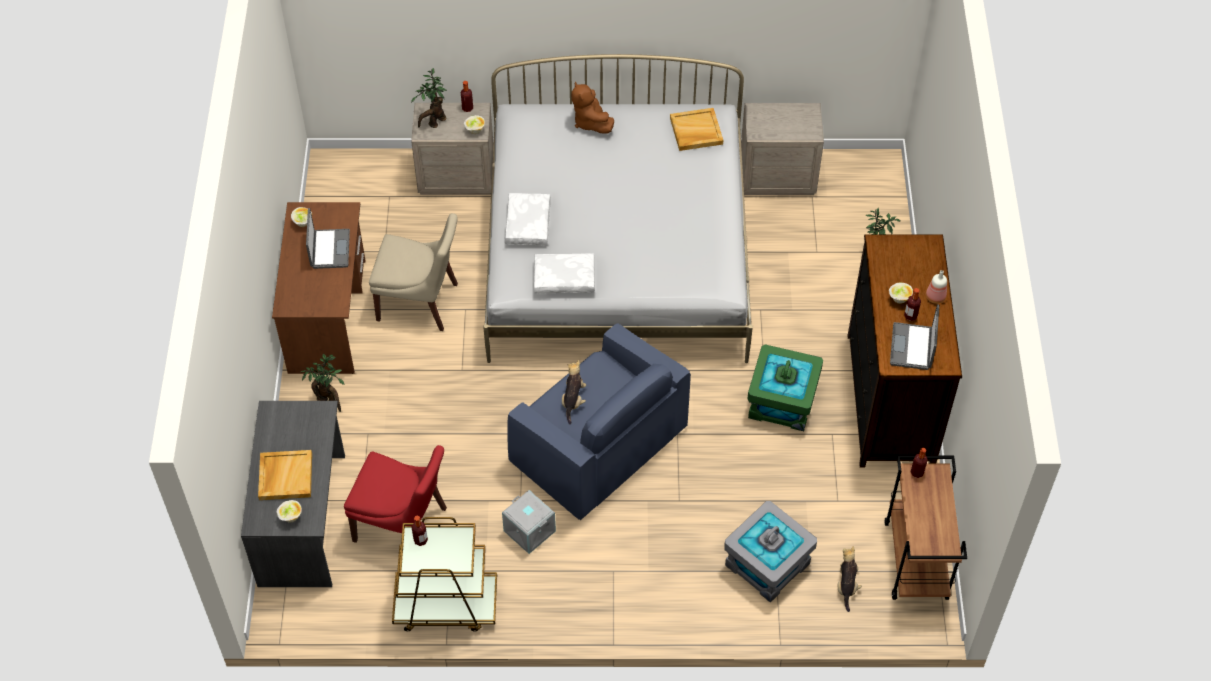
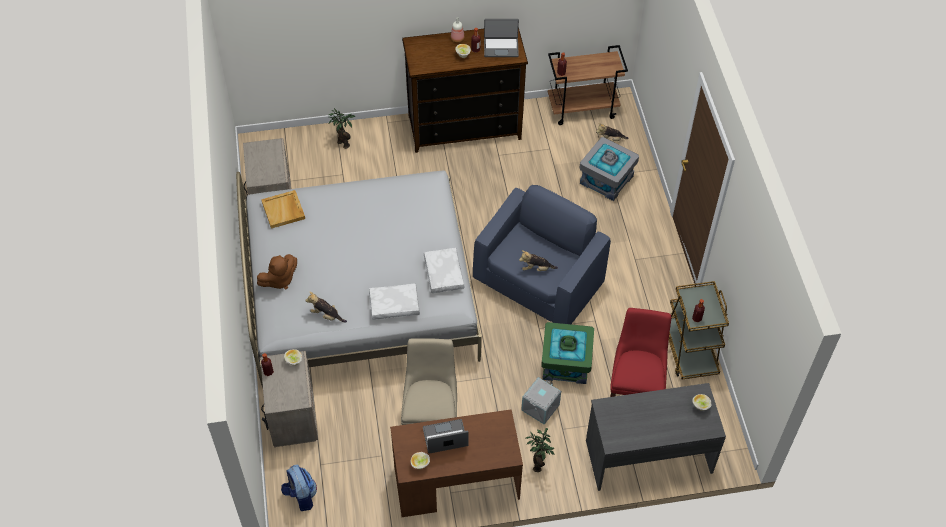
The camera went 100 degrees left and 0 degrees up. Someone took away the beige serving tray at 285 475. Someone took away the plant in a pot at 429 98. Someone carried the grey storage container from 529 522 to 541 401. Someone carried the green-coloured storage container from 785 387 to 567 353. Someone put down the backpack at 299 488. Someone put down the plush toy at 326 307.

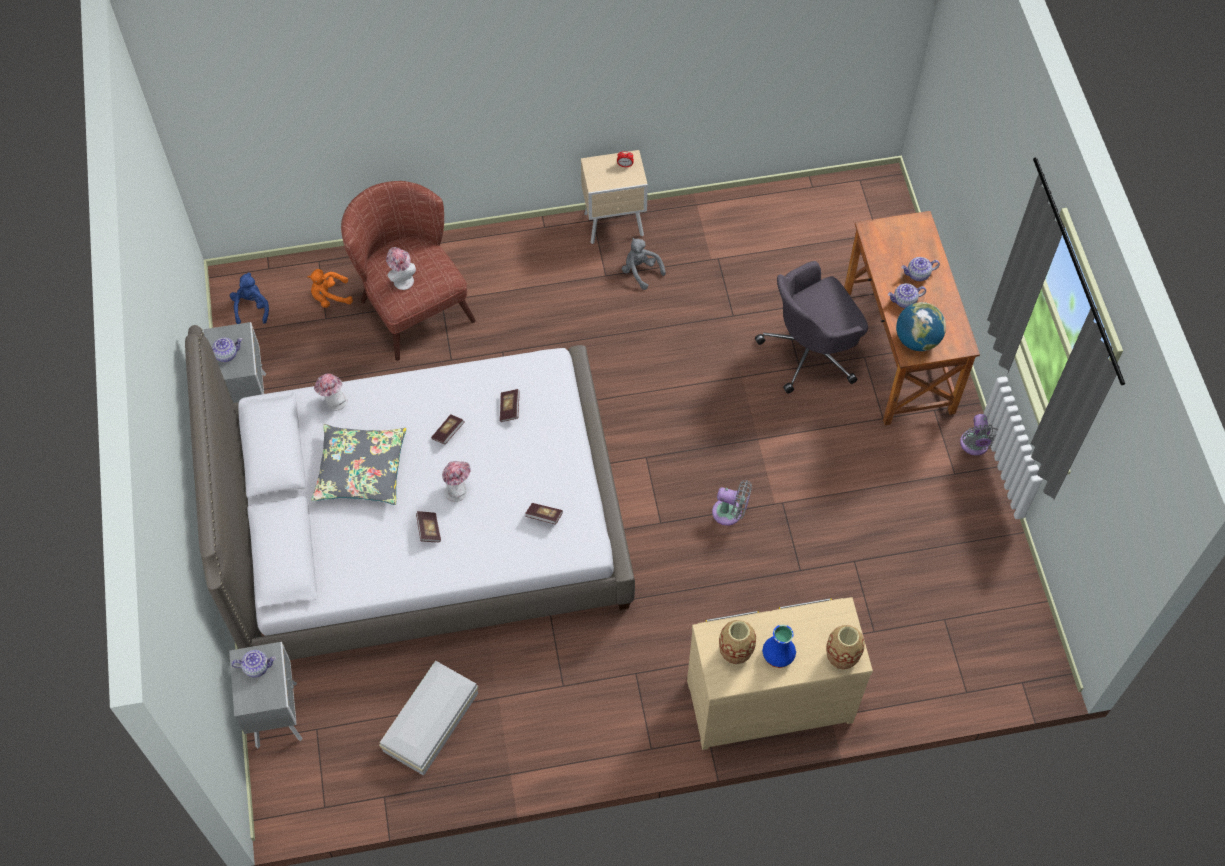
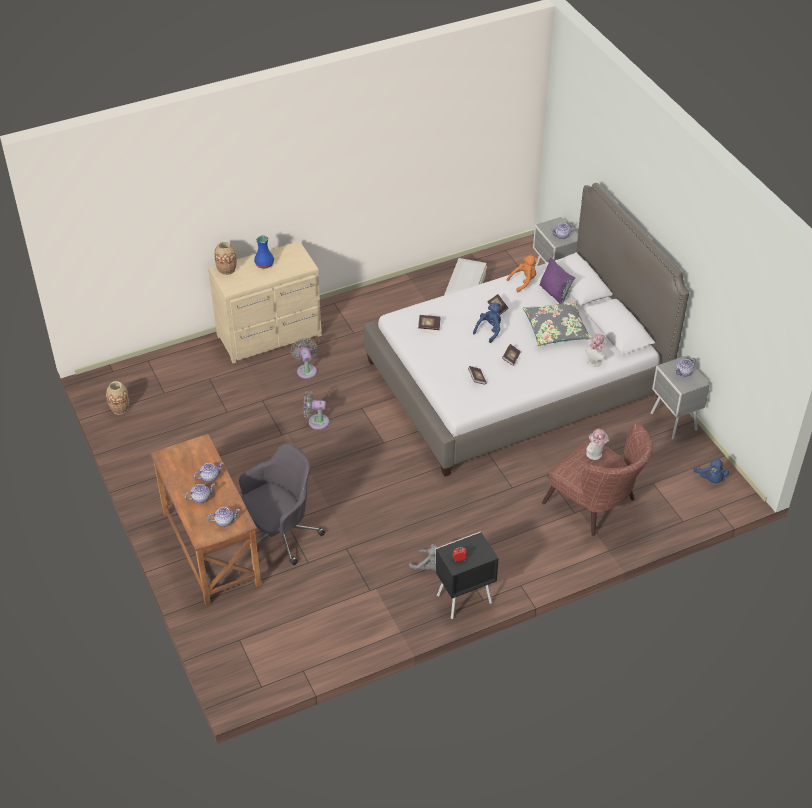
The camera went 165 degrees right and 15 degrees down. Someone carried the orange-coloured plush toy from 330 288 to 521 273. Someone swapped the hat at 456 481 for the bluish plush toy at 487 322. Someone repainted the beige nightstand at 614 197, which became the blackish nightstand at 467 575. Someone carried the flower vase from 737 642 to 117 398. Someone took away the desk globe at 921 326. Someone carried the grey electric fan from 979 434 to 304 358. Someone put down the pot for tea at 224 517. Someone put down the purple pillow at 557 280.

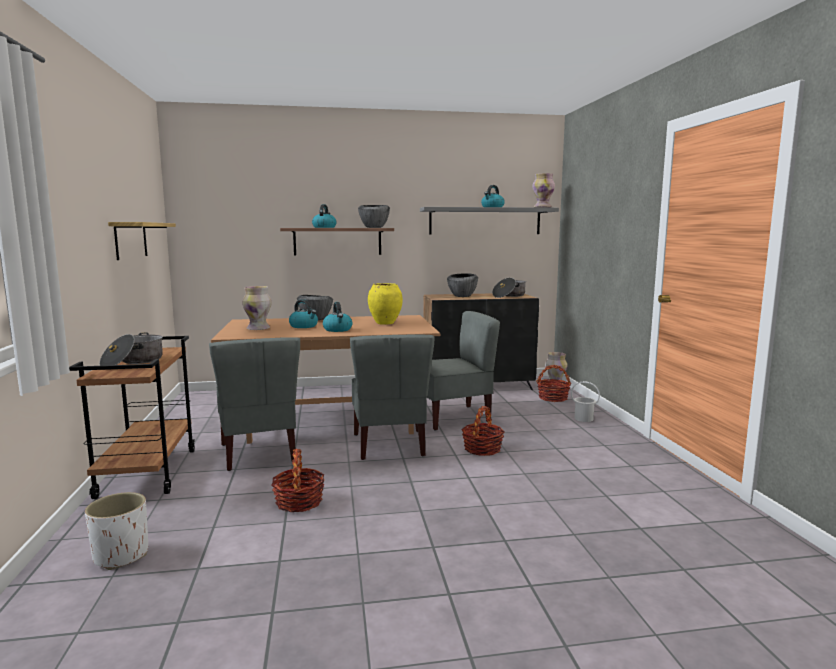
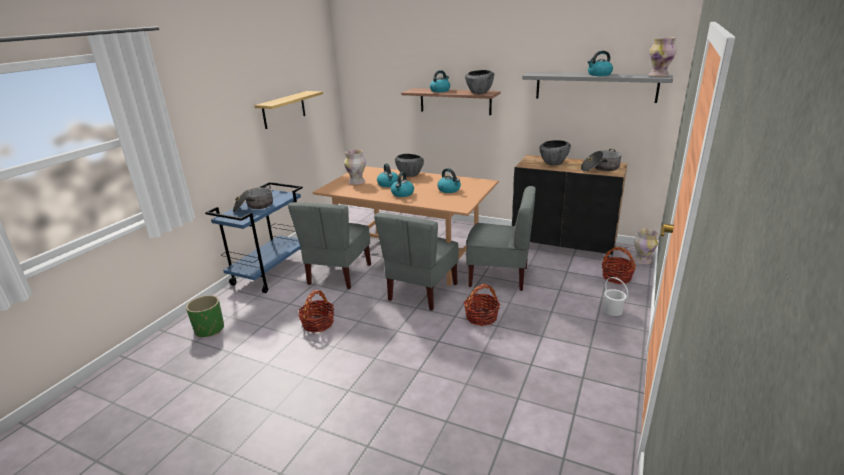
The camera went 35 degrees right and 15 degrees up. Someone repainted the brown-coloured cart at 132 417, which became the bluish cart at 254 237. Someone repainted the white-coloured flower pot at 116 531, which became the green-coloured flower pot at 205 316. Someone swapped the yellow-coloured flower vase at 385 304 for the water kettle at 449 180.

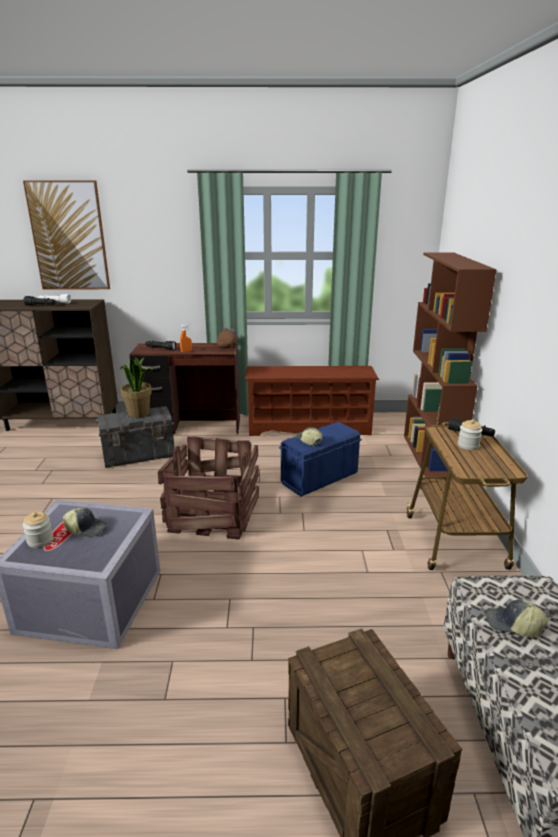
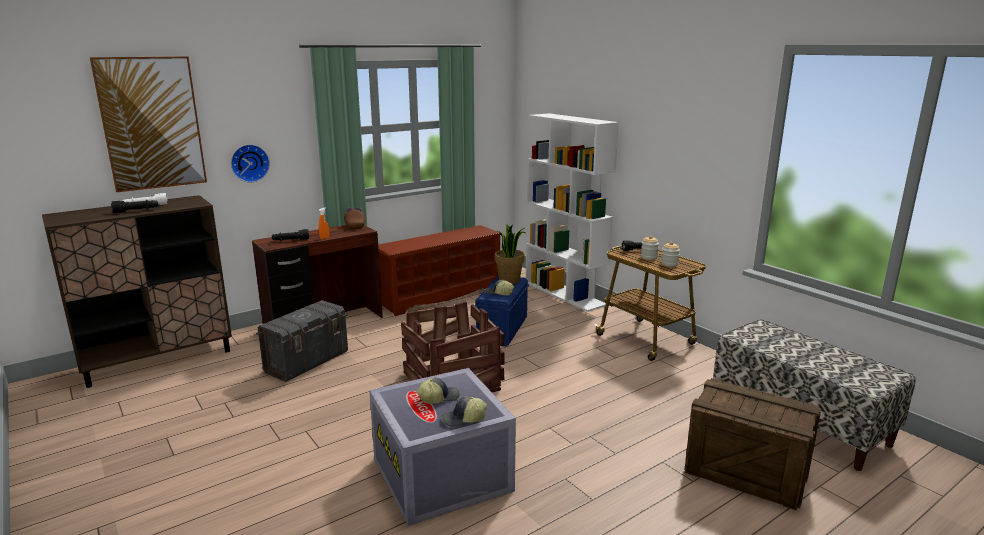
The camera went 35 degrees left and 5 degrees down. Someone carried the preserve jar from 38 530 to 670 254. Someone carried the plant in a pot from 136 387 to 510 254. Someone repainted the brown-coloured bookshelf at 450 367, which became the white-coloured bookshelf at 572 212. Someone carried the cap from 517 618 to 464 412. Someone put up the clock on the wall at 250 163.

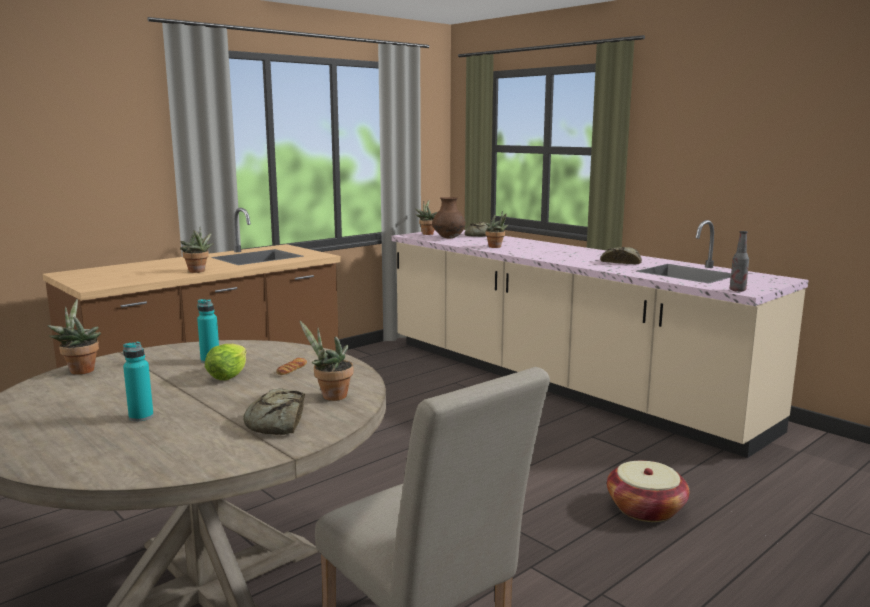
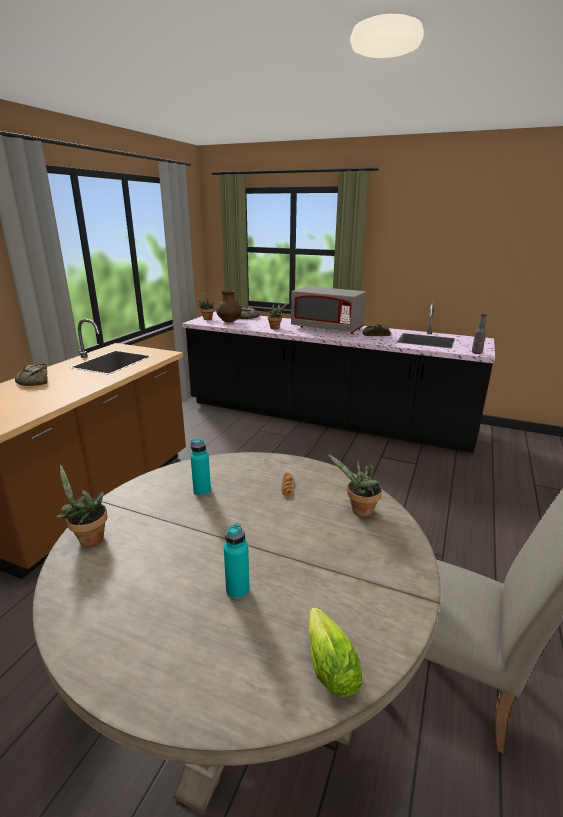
The camera went 25 degrees left and 10 degrees up. Someone took away the plant in a pot at 197 250. Someone carried the lettuce from 225 362 to 336 652. Someone carried the bread from 274 411 to 31 375. Someone repainted the beige counter at 600 339, which became the blackish counter at 338 378. Someone took away the household basket at 648 491. Someone put down the grey kitchen microwave at 328 310.

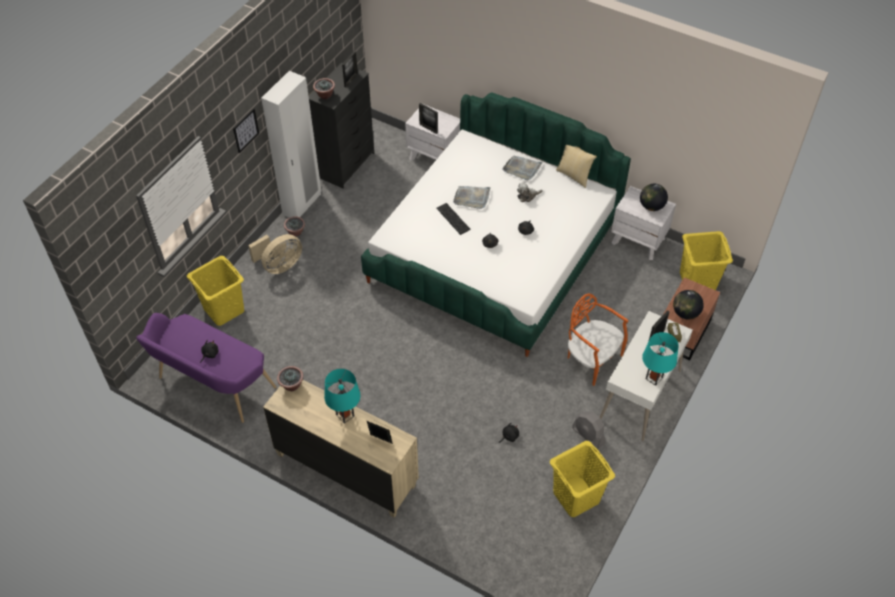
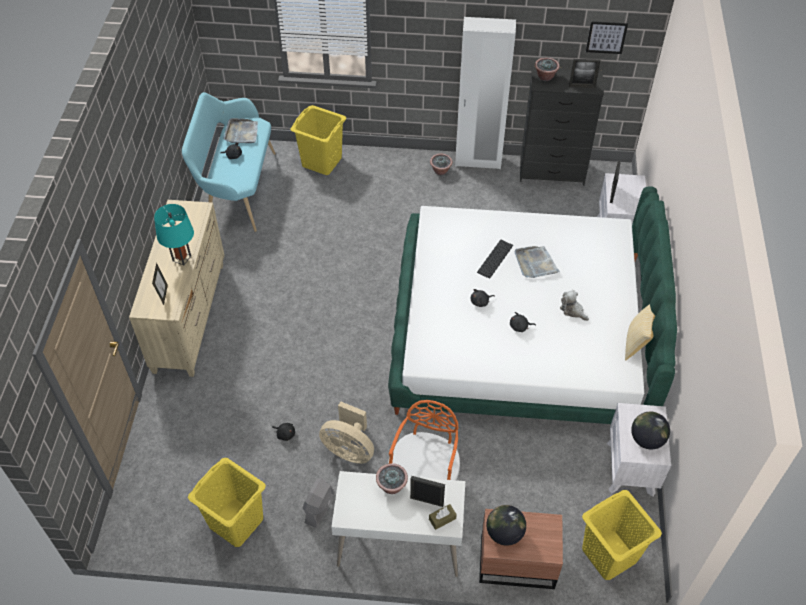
The camera went 65 degrees right and 0 degrees up. Someone repainted the purple indoor bench at 206 368, which became the turquoise-coloured indoor bench at 229 162. Someone carried the wall art from 246 130 to 607 37. Someone carried the beige electric fan from 275 254 to 346 432. Someone carried the plant in a pot from 290 378 to 392 478. Someone carried the grey serving tray from 522 167 to 240 130. Someone took away the turquoise-coloured tabletop lamp at 660 359.

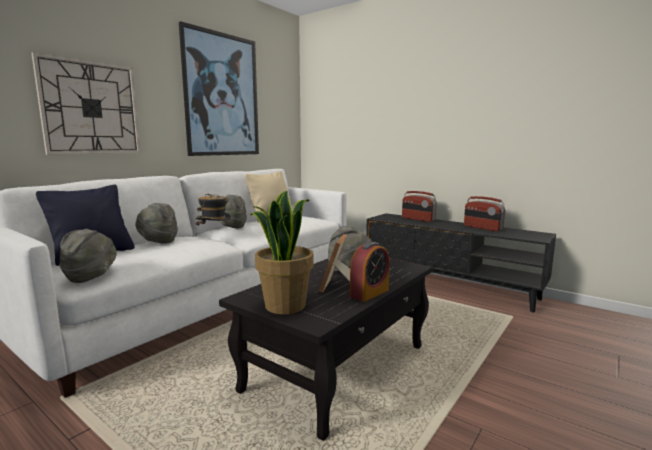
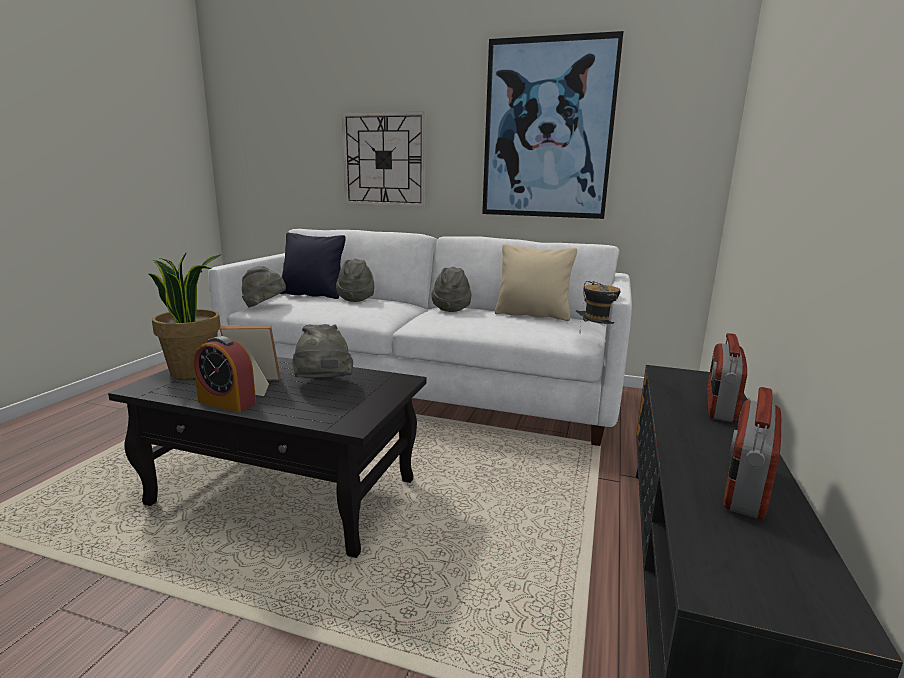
The camera went 70 degrees right and 5 degrees up. Someone carried the hat from 213 215 to 598 302.

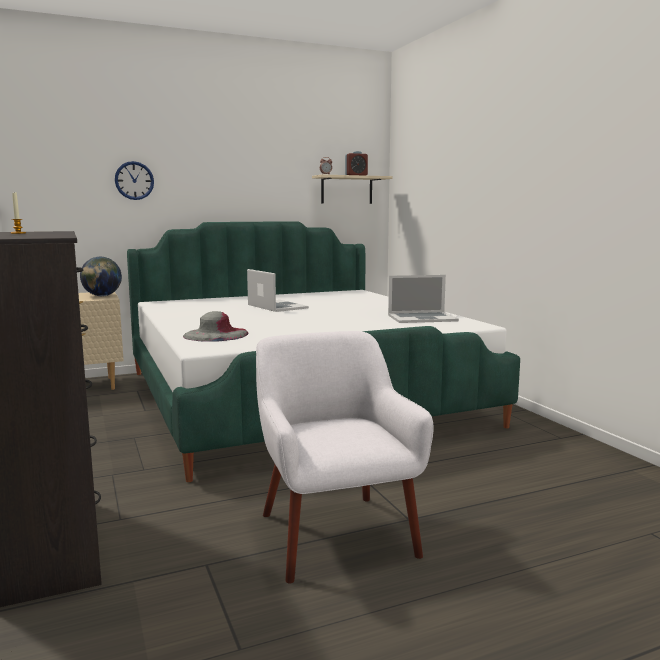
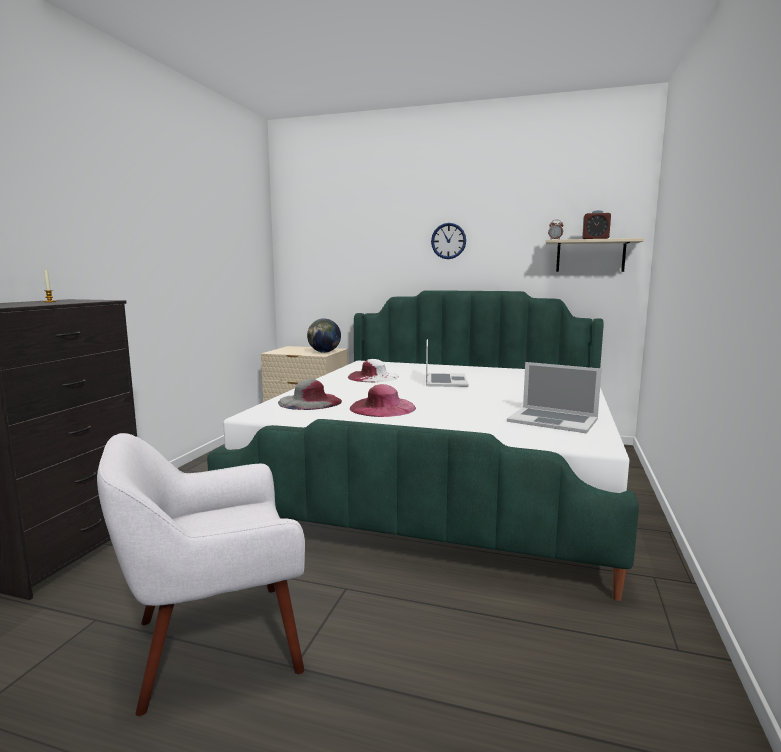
The camera went 40 degrees right and 0 degrees up. Someone carried the clock on the wall from 134 180 to 448 241. Someone rotated the white-coloured easy chair at 345 457 by 135 degrees counterclockwise. Someone put down the white-coloured hat at 373 370. Someone put down the pink hat at 383 400.

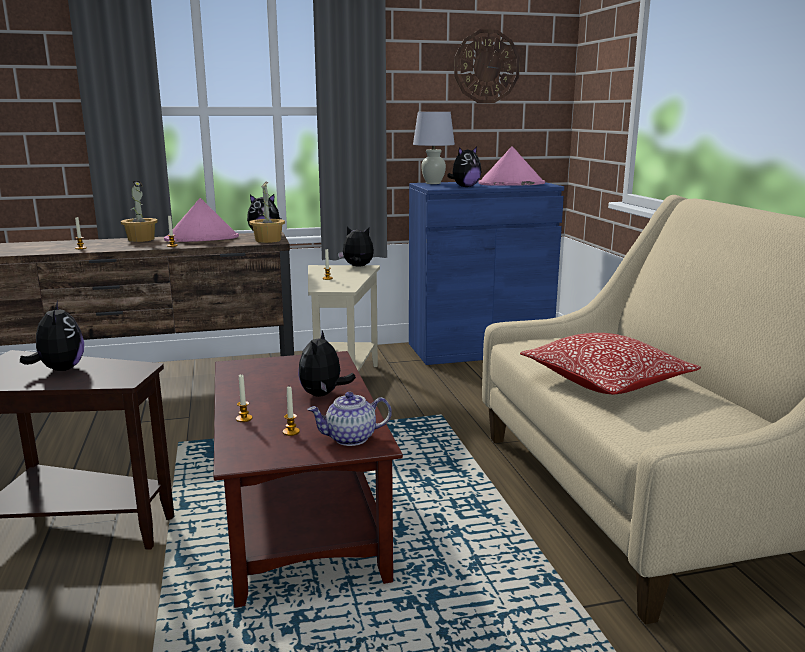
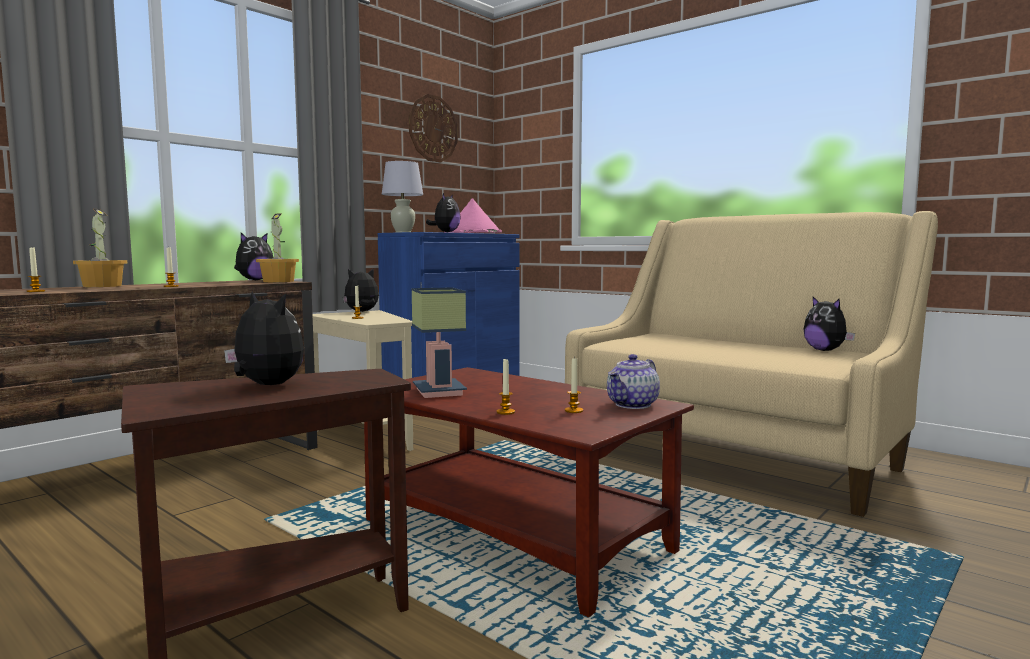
The camera went 35 degrees left and 10 degrees down. Someone took away the pink hat at 201 220. Someone carried the plush toy from 327 363 to 829 324. Someone took away the pillow at 610 364. Someone put down the tabletop lamp at 439 342.

